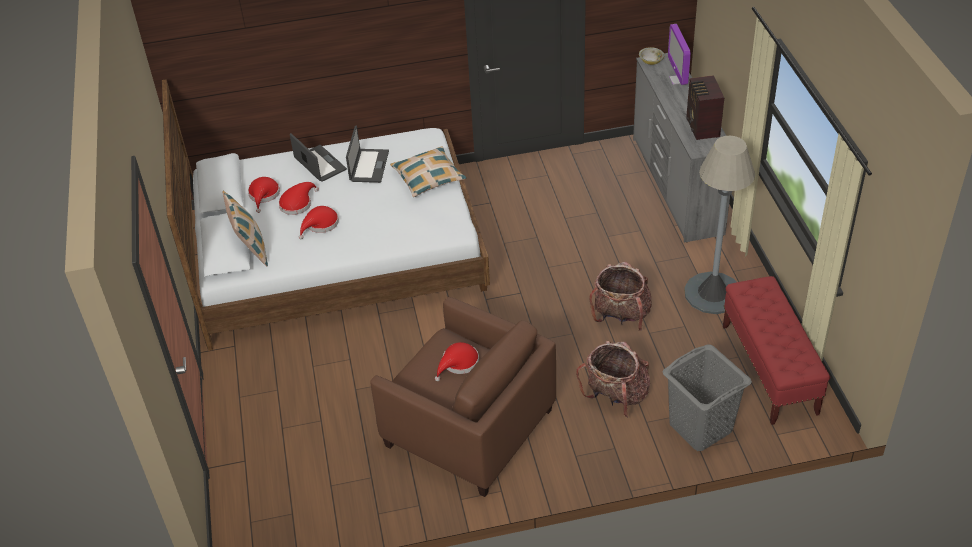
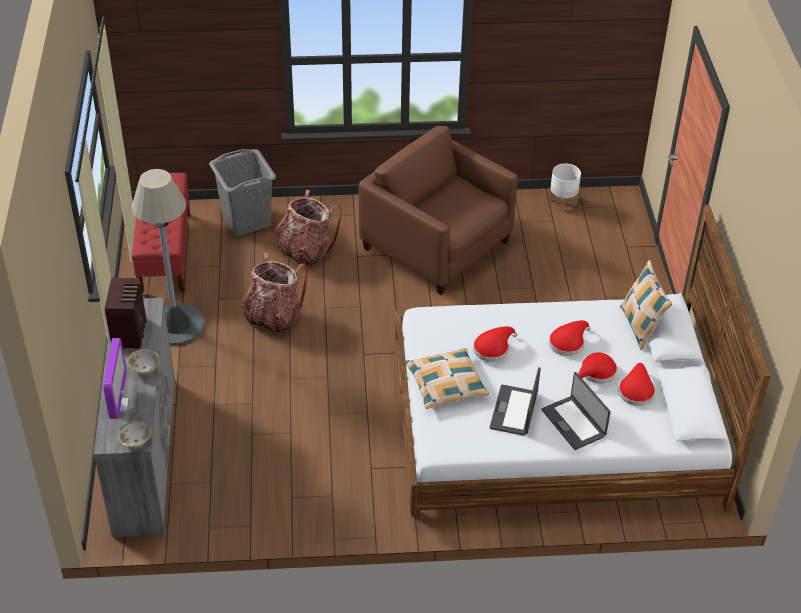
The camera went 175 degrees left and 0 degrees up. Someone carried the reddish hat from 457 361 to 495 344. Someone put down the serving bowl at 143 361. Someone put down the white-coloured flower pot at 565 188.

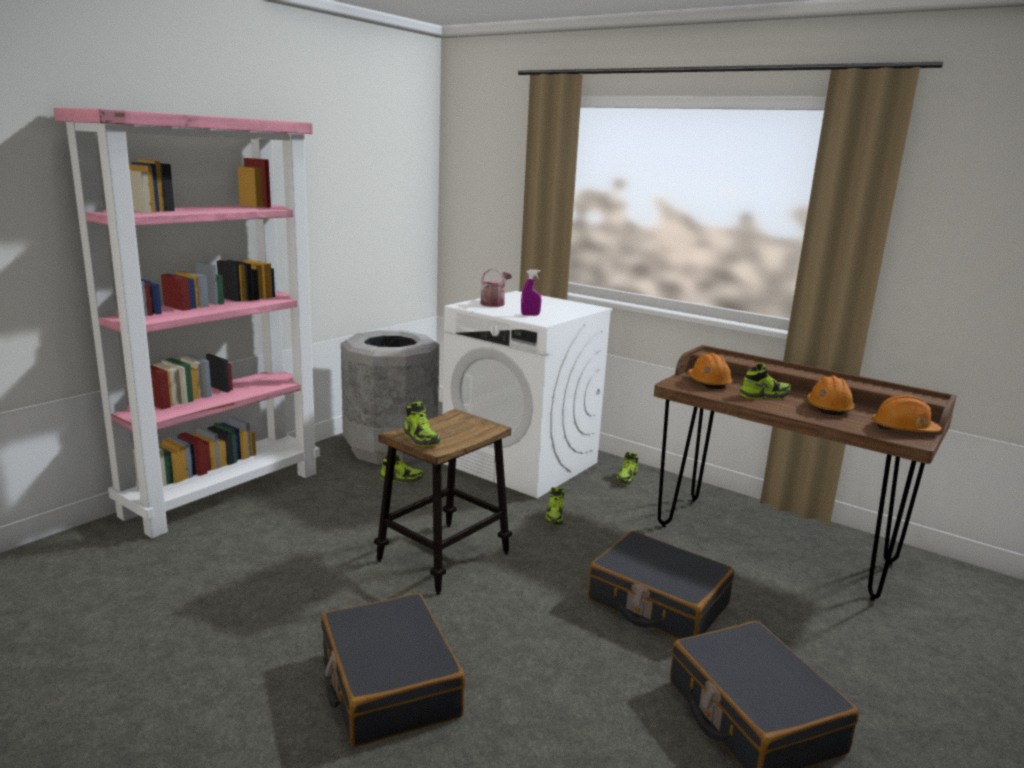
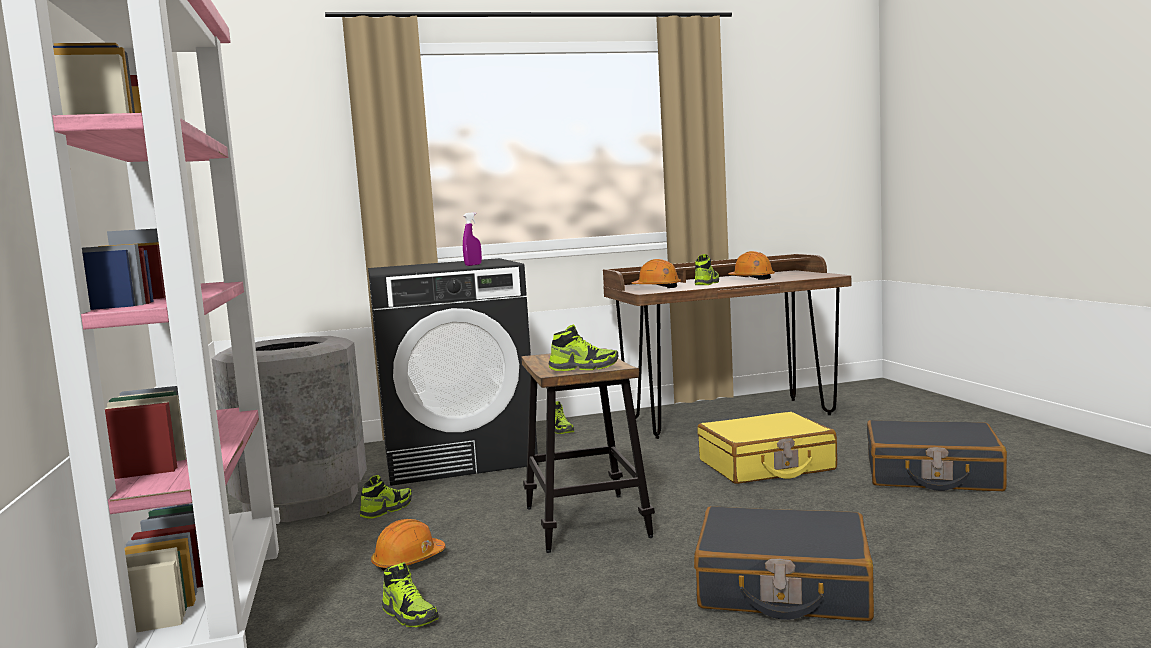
The camera went 50 degrees left and 10 degrees down. Someone repainted the white-coloured laundry appliance at 527 394, which became the blackish laundry appliance at 453 372. Someone took away the sprinkling can at 496 288. Someone carried the item of footwear from 554 506 to 410 594. Someone repainted the blackish piece of luggage at 661 585, which became the yellow-coloured piece of luggage at 767 448. Someone carried the orange-coloured safety helmet from 907 413 to 408 545.

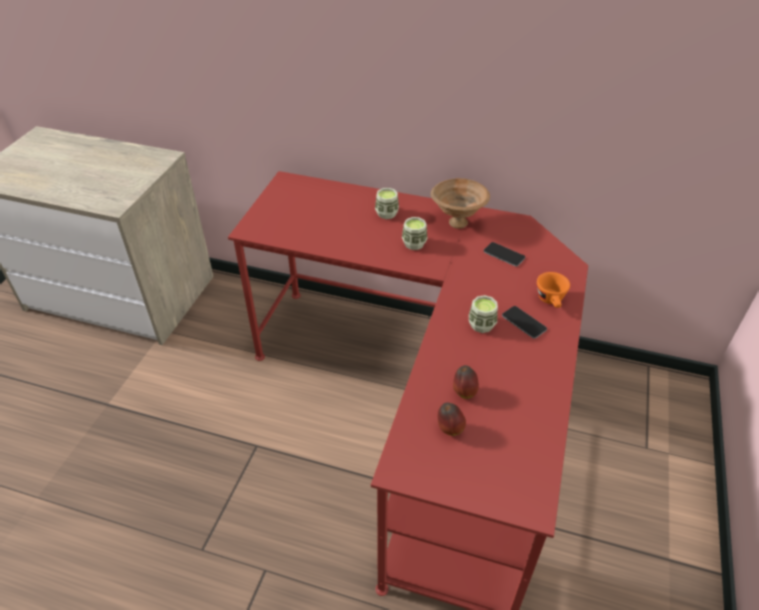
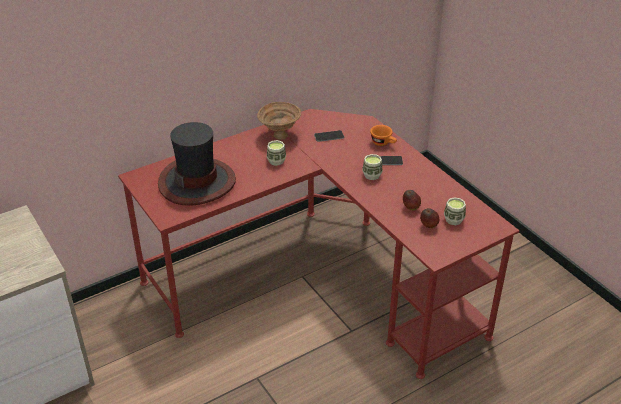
The camera went 50 degrees left and 5 degrees down. Someone carried the cup from 387 203 to 455 211. Someone put down the hat at 197 164.

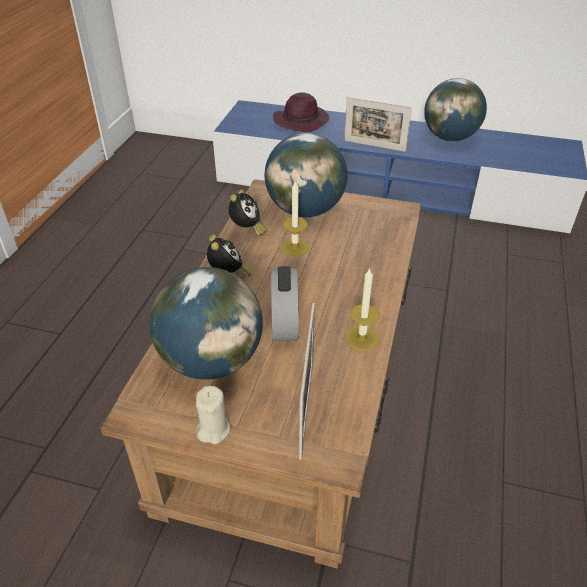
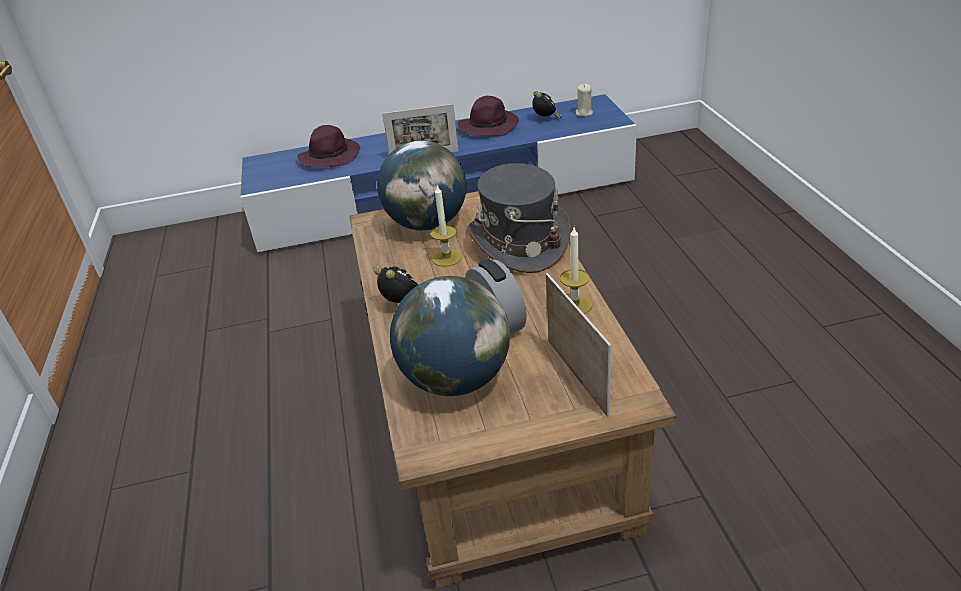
The camera went 25 degrees left and 5 degrees down. Someone carried the beige candle from 213 415 to 584 100. Someone carried the table clock from 247 212 to 547 105. Someone swapped the desk globe at 455 109 for the purple hat at 488 116. Someone put down the grey hat at 519 218.

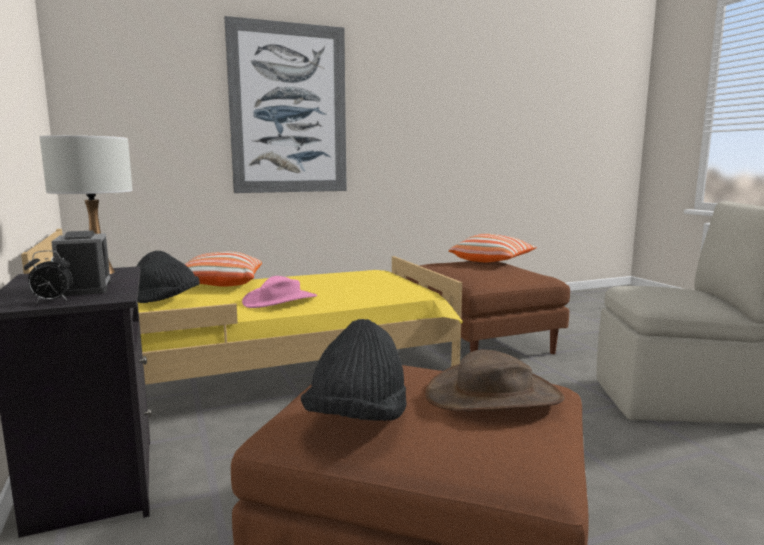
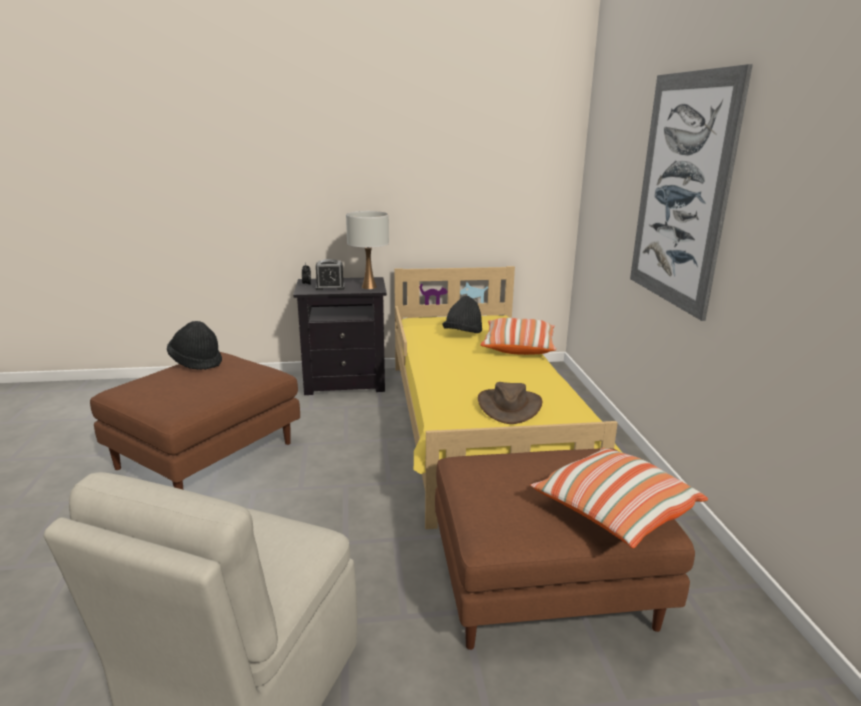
The camera went 105 degrees right and 10 degrees up. Someone took away the pink hat at 279 292. Someone carried the brown-coloured hat from 495 380 to 510 403.

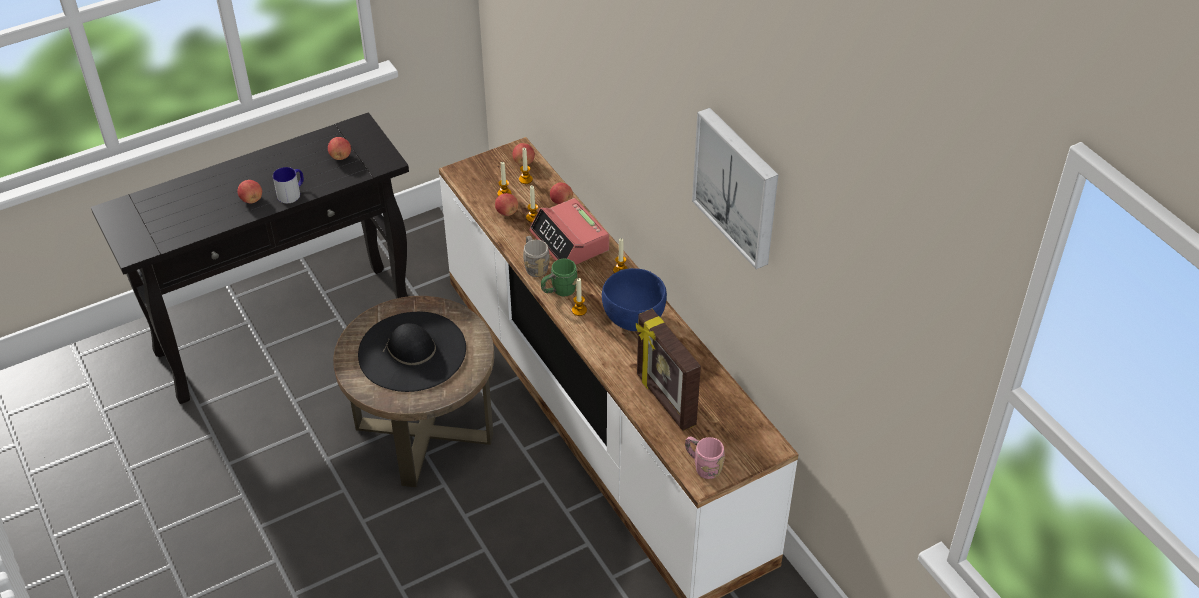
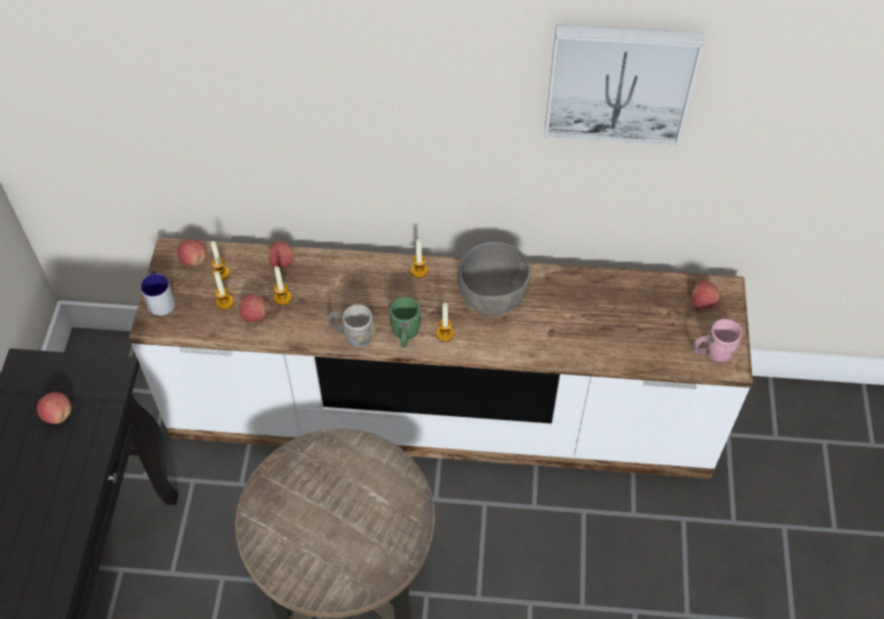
The camera went 55 degrees left and 10 degrees up. Someone carried the apple from 250 191 to 705 295. Someone carried the mug from 288 185 to 158 293. Someone took away the blackish hat at 412 352. Someone took away the table clock at 569 231. Someone repainted the bluish serving bowl at 634 299, which became the grey serving bowl at 493 278. Someone took away the standing frame at 668 370.

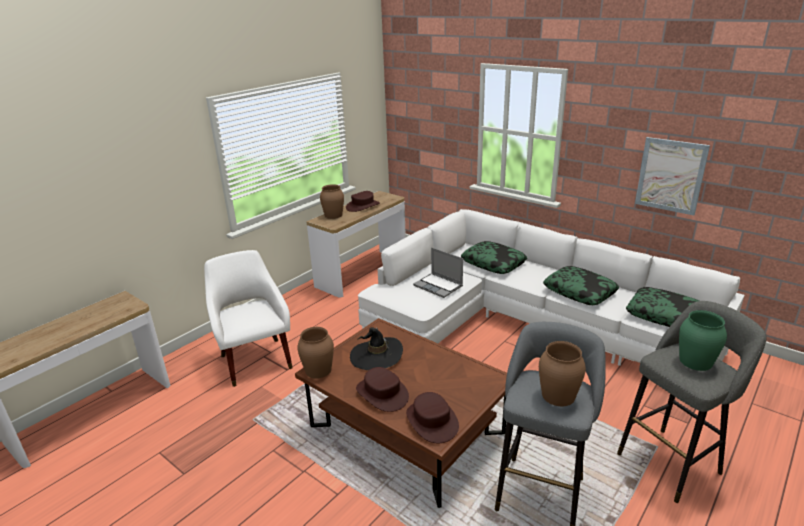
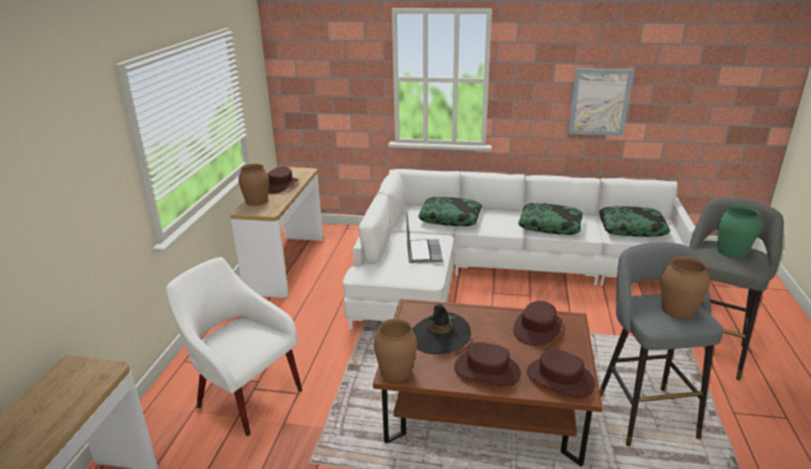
The camera went 30 degrees left and 0 degrees up. Someone rotated the laptop at 438 273 by 105 degrees counterclockwise. Someone put down the brown-coloured hat at 538 323.

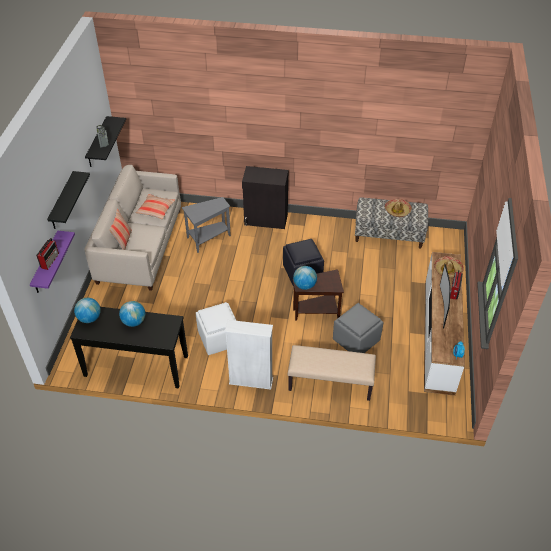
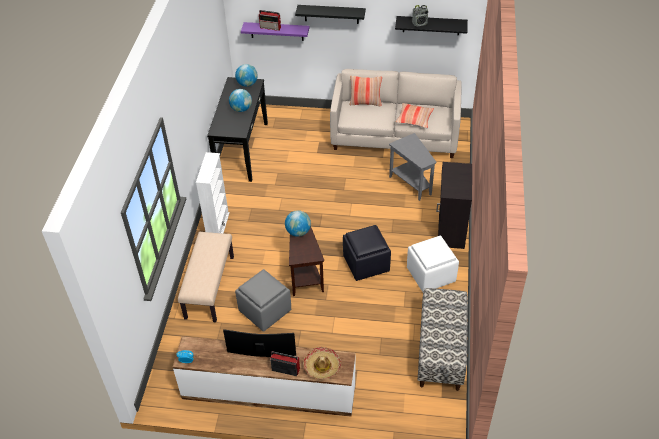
The camera went 90 degrees right and 0 degrees up. Someone carried the white-coloured footrest from 216 328 to 433 263. Someone took away the hat at 398 208.

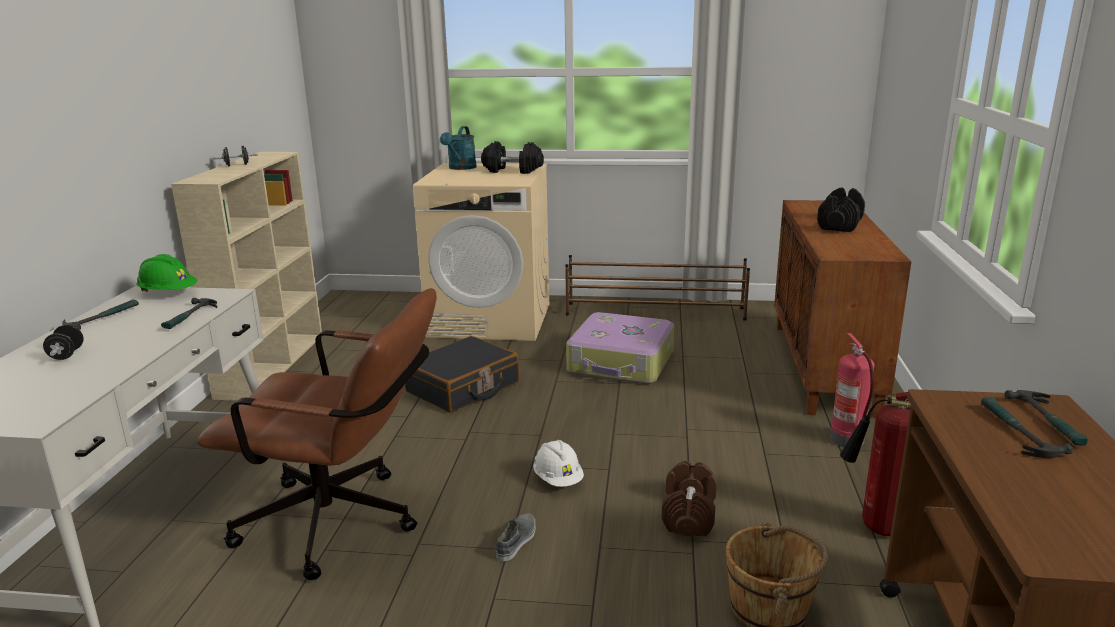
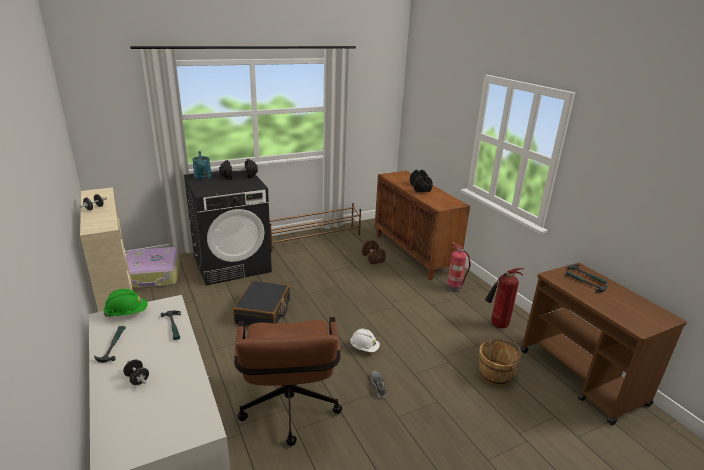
The camera went 35 degrees left and 5 degrees up. Someone rotated the brown-coloured computer chair at 317 434 by 105 degrees clockwise. Someone repainted the beige laundry appliance at 481 252, which became the blackish laundry appliance at 228 228. Someone carried the piece of luggage from 620 348 to 153 268. Someone carried the brown-coloured free weight from 689 498 to 374 252.

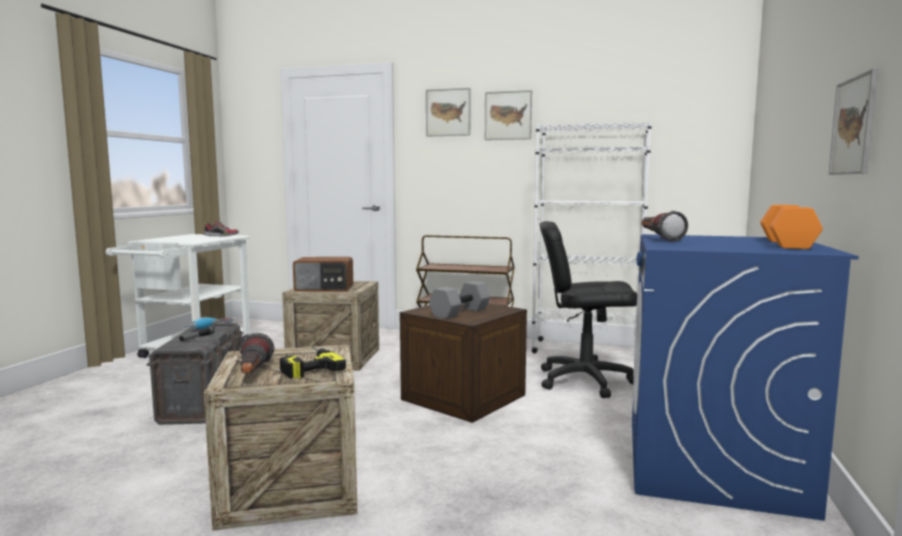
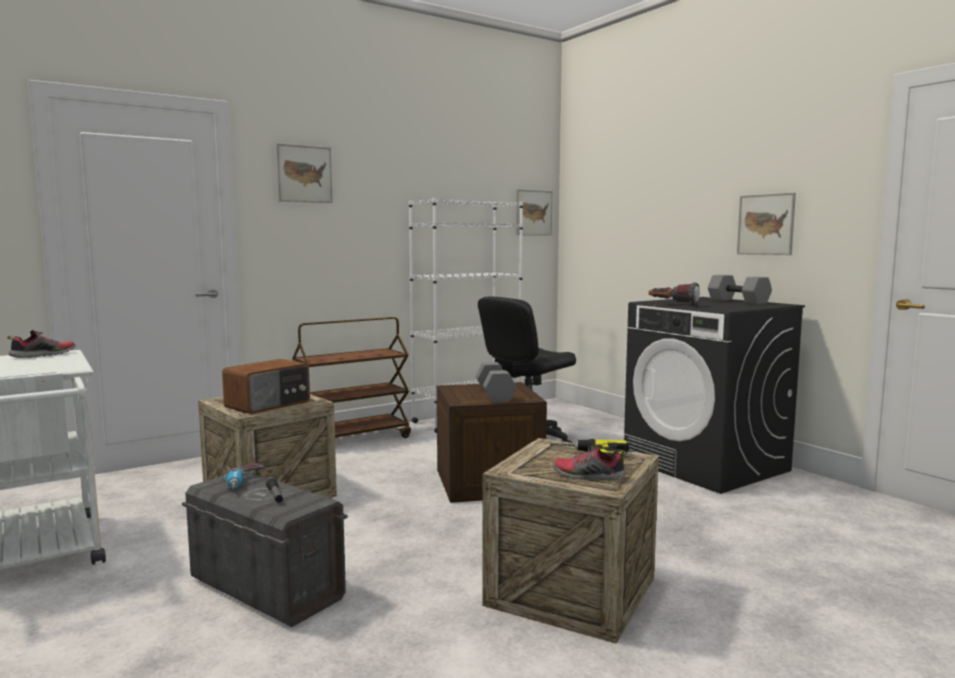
The camera went 50 degrees left and 0 degrees up. Someone swapped the torch at 257 353 for the item of footwear at 589 462. Someone carried the wall art from 508 115 to 534 212. Someone repainted the bluish laundry appliance at 745 377, which became the blackish laundry appliance at 714 395. Someone repainted the orange-coloured free weight at 791 227, which became the grey free weight at 740 289.

